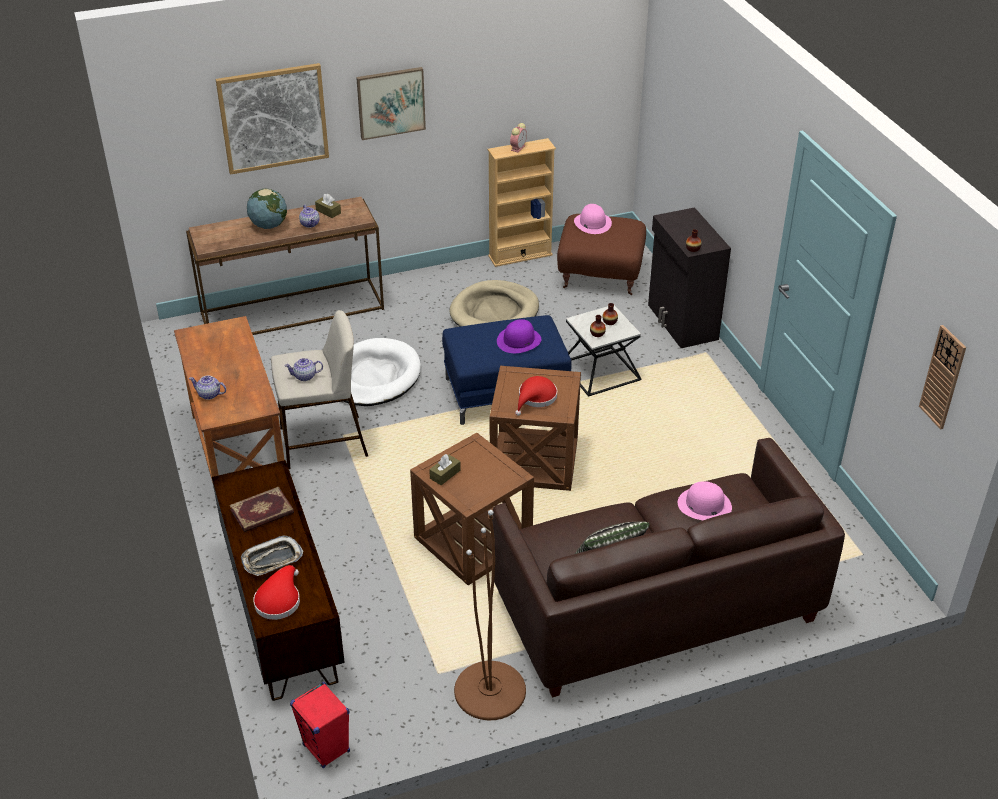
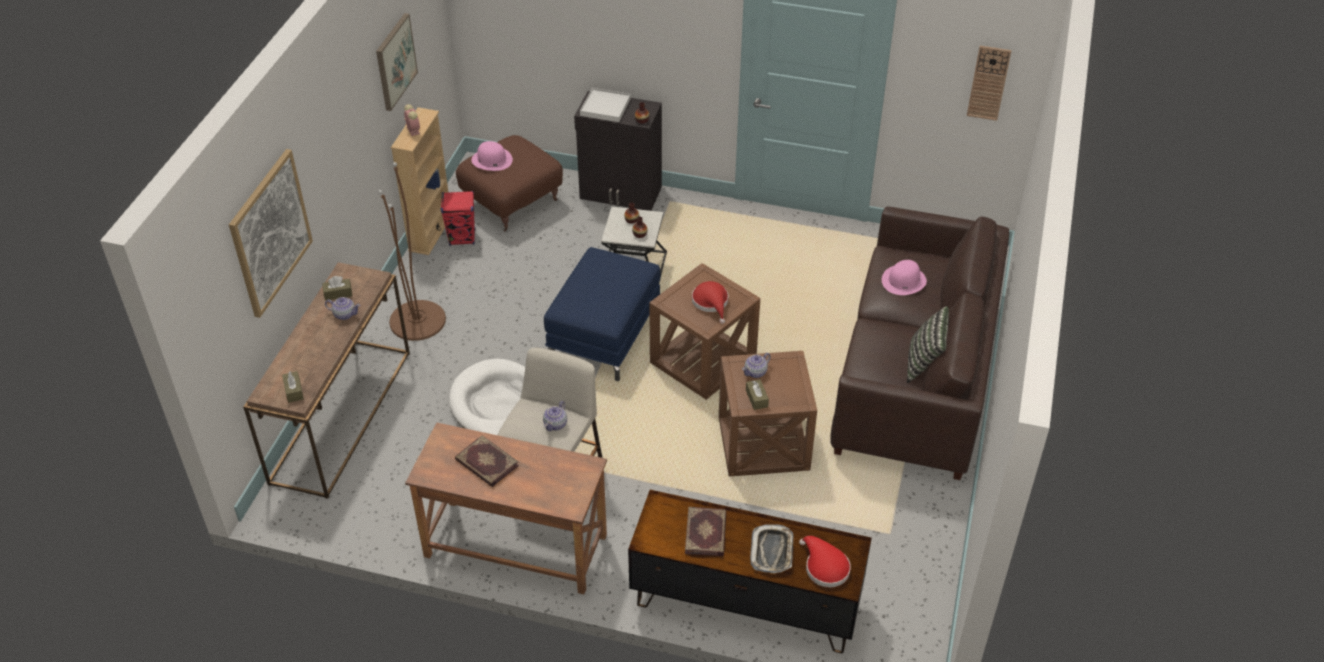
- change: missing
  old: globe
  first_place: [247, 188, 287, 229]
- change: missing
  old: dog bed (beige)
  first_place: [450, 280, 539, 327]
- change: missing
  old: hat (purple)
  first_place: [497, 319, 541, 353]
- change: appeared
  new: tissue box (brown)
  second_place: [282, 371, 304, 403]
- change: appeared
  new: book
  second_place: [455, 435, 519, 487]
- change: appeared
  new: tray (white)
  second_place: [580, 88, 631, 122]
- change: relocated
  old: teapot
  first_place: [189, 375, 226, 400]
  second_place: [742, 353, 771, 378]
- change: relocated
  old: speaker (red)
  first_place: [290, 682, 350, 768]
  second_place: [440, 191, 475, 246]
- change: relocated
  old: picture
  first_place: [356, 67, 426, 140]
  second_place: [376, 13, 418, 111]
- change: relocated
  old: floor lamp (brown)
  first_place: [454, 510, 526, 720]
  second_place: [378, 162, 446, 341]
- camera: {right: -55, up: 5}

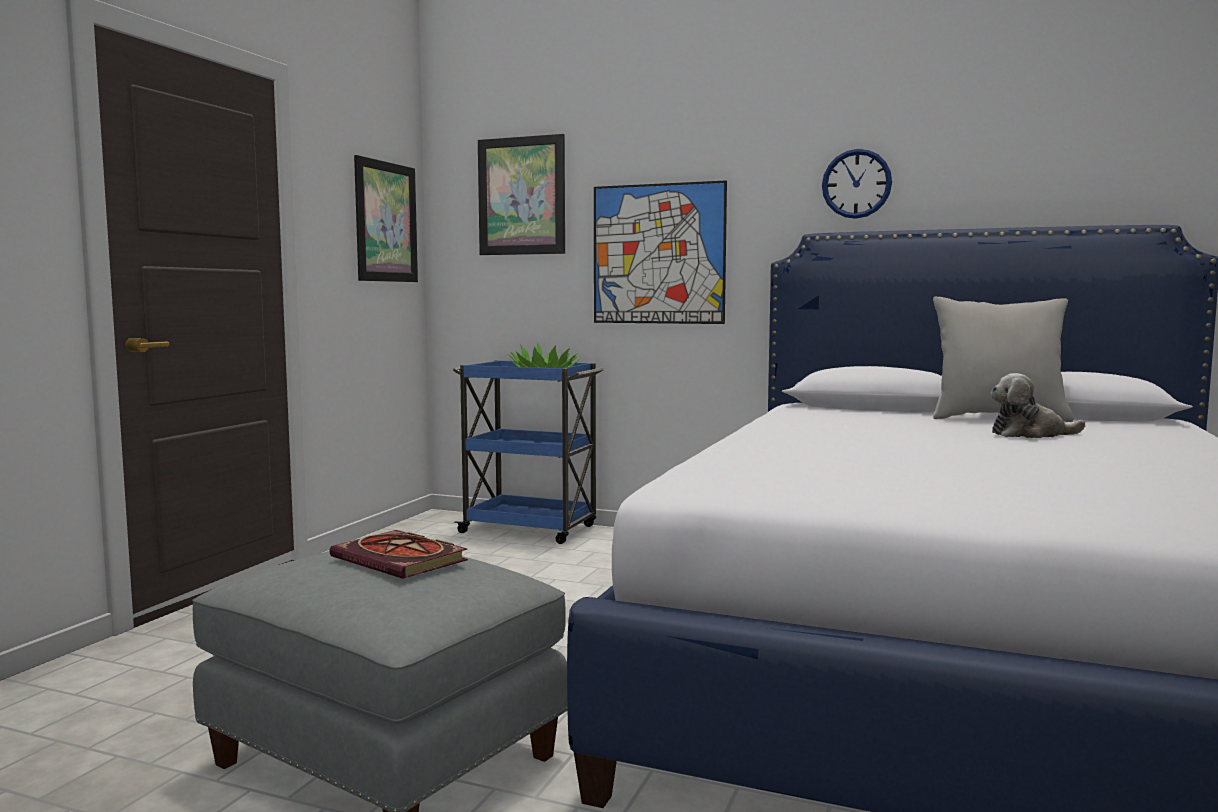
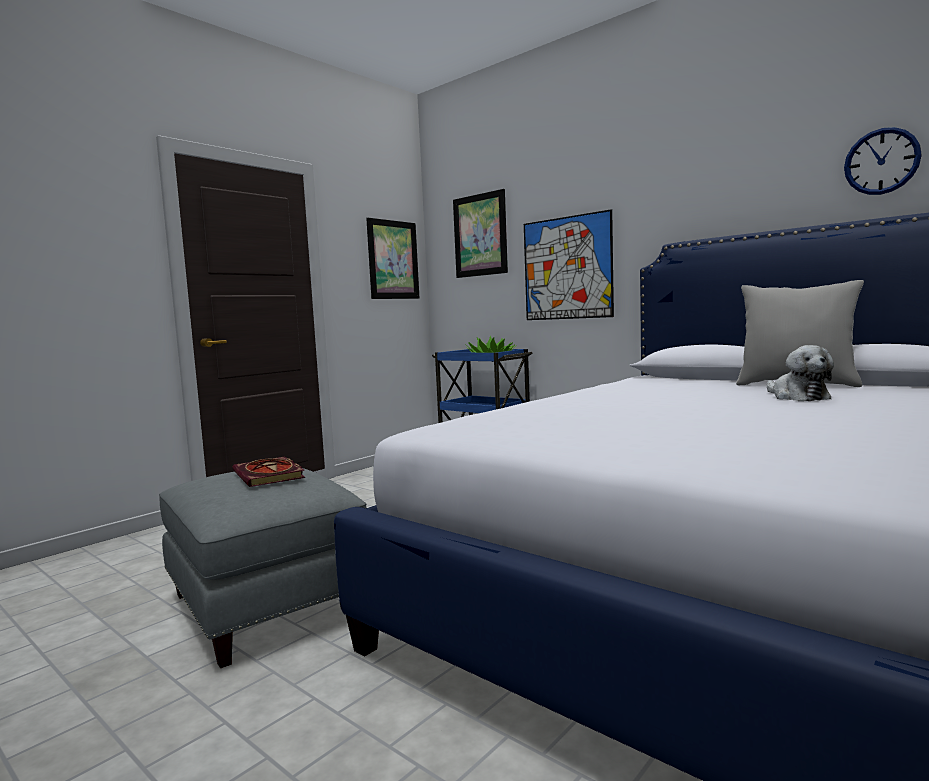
- change: relocated
  old: wall clock
  first_place: [822, 149, 892, 219]
  second_place: [844, 127, 922, 195]
- change: spun
  old: plush toy
  first_place: [990, 373, 1085, 438]
  second_place: [767, 345, 834, 401]
  degrees: -120
- camera: {right: 20, up: 0}

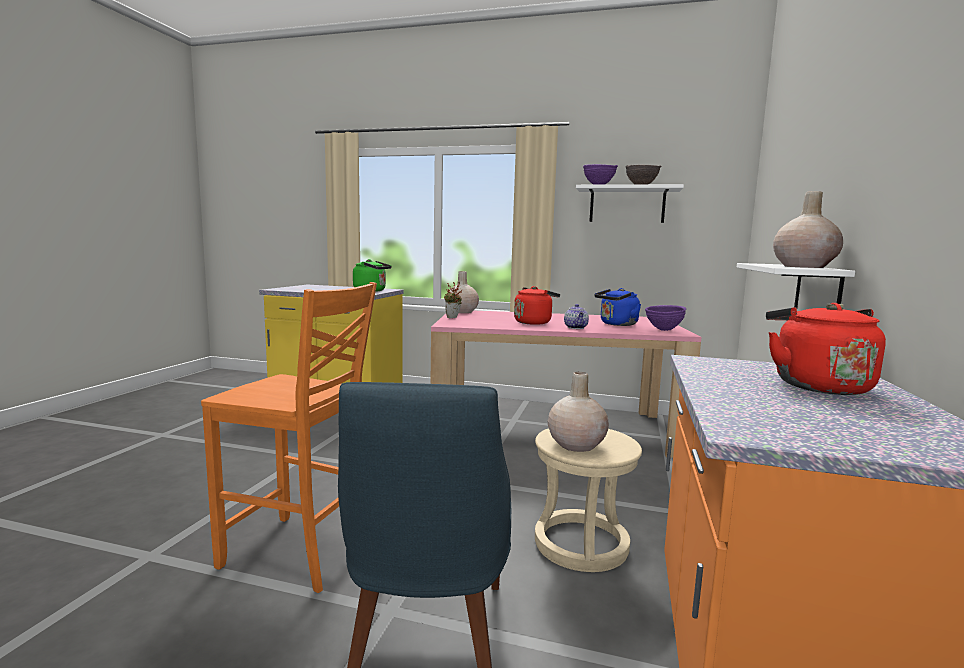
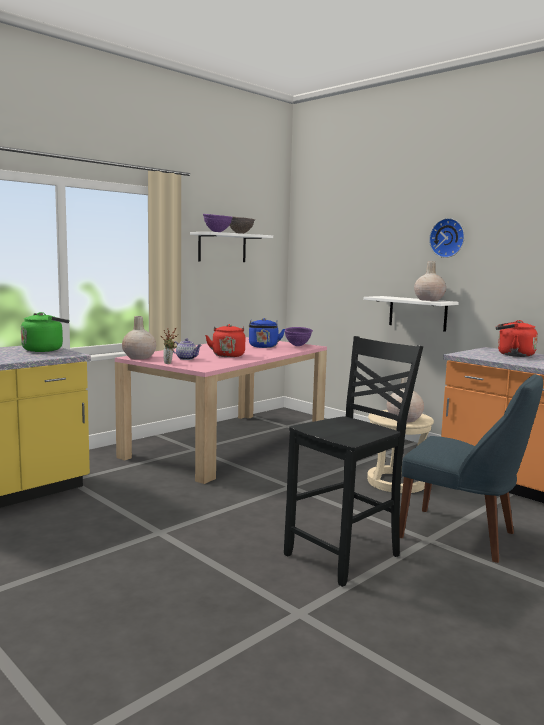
- change: appeared
  new: wall clock
  second_place: [429, 218, 465, 258]
- change: relocated
  old: teapot
  first_place: [564, 304, 589, 329]
  second_place: [173, 338, 202, 360]
- change: colour
  old: chair (orange)
  new: chair (black)
  first_place: [201, 282, 377, 593]
  second_place: [284, 336, 423, 587]
- camera: {right: -60, up: 0}

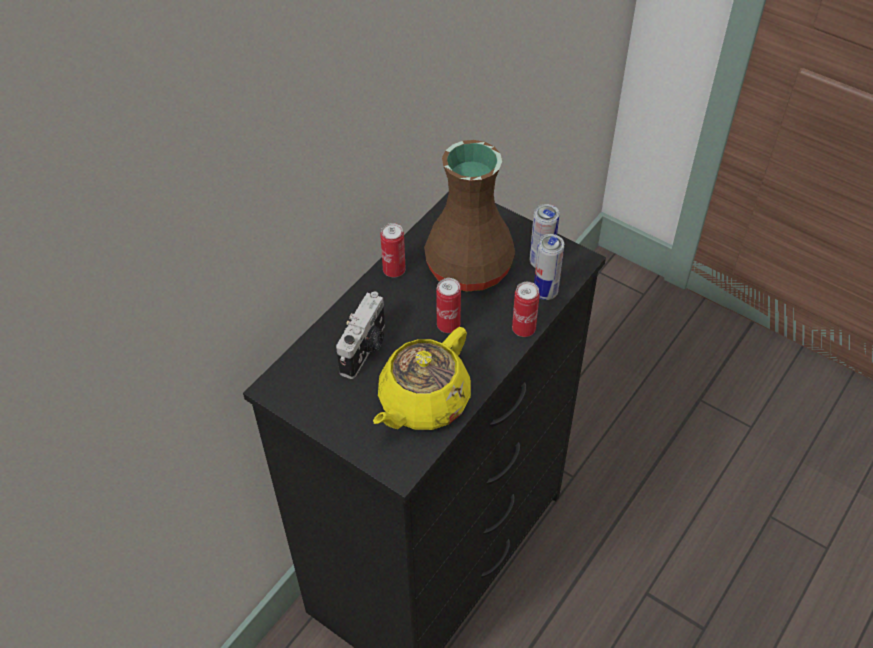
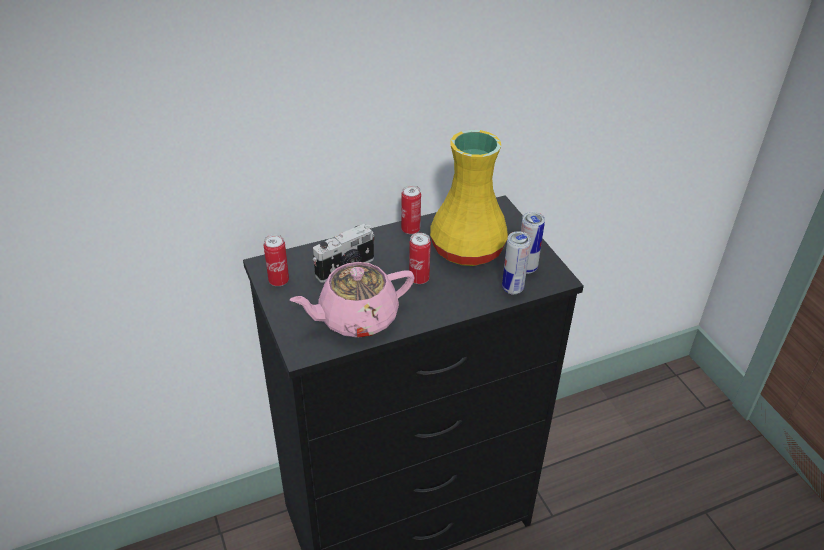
- change: relocated
  old: can
  first_place: [512, 282, 540, 337]
  second_place: [264, 235, 289, 286]
- change: colour
  old: teapot (yellow)
  new: teapot (pink)
  first_place: [373, 327, 471, 430]
  second_place: [290, 262, 415, 338]
- change: colour
  old: vase (brown)
  new: vase (yellow)
  first_place: [424, 140, 515, 292]
  second_place: [430, 130, 508, 266]
- camera: {right: 30, up: -10}

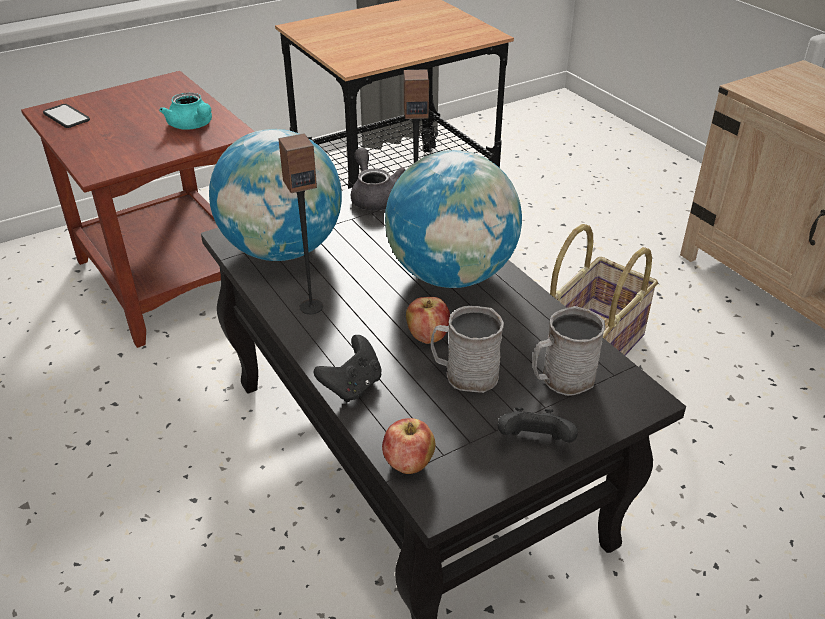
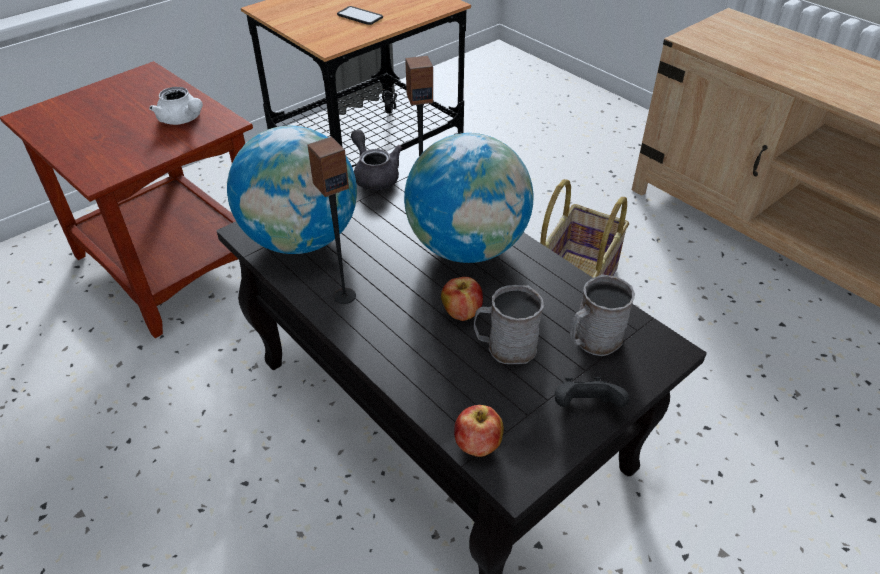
- change: missing
  old: game controller (black)
  first_place: [313, 335, 382, 402]
- change: relocated
  old: phone
  first_place: [43, 104, 90, 128]
  second_place: [337, 6, 383, 25]
- change: colour
  old: teapot (turquoise)
  new: teapot (white)
  first_place: [159, 92, 212, 130]
  second_place: [149, 87, 203, 125]
- camera: {right: -10, up: 5}

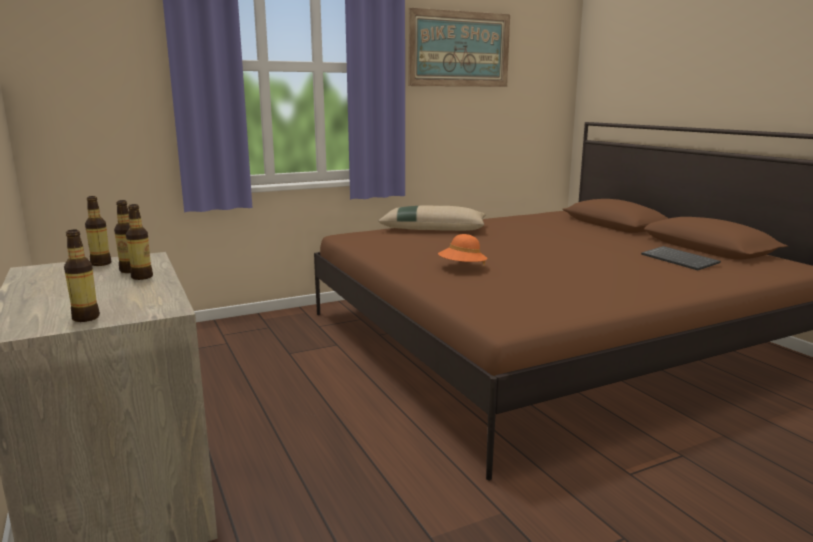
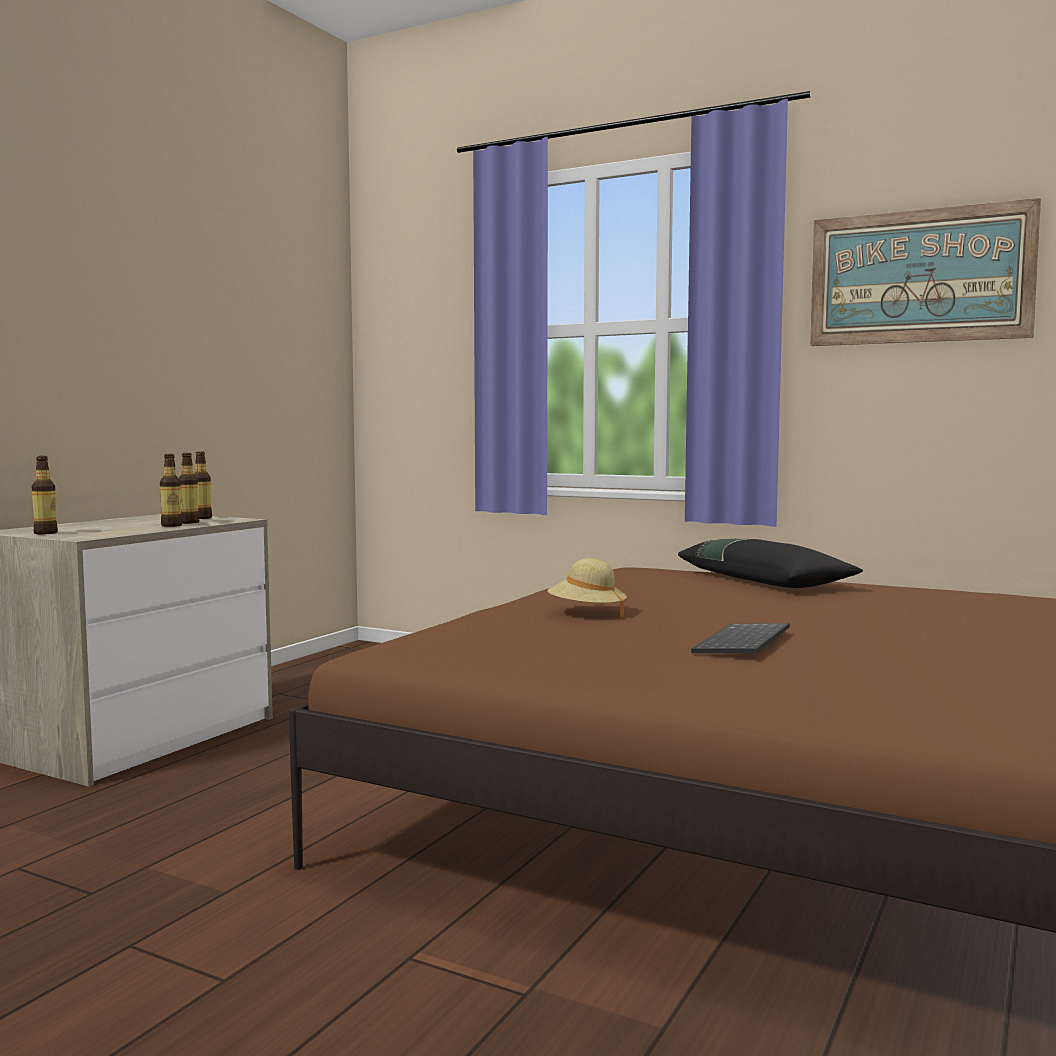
- change: relocated
  old: keyboard
  first_place: [641, 246, 721, 270]
  second_place: [691, 623, 790, 653]
- change: colour
  old: pillow (beige)
  new: pillow (black)
  first_place: [379, 205, 486, 231]
  second_place: [678, 539, 863, 588]
- change: colour
  old: hat (orange)
  new: hat (beige)
  first_place: [438, 234, 488, 266]
  second_place: [548, 558, 627, 618]
- camera: {right: 55, up: -10}

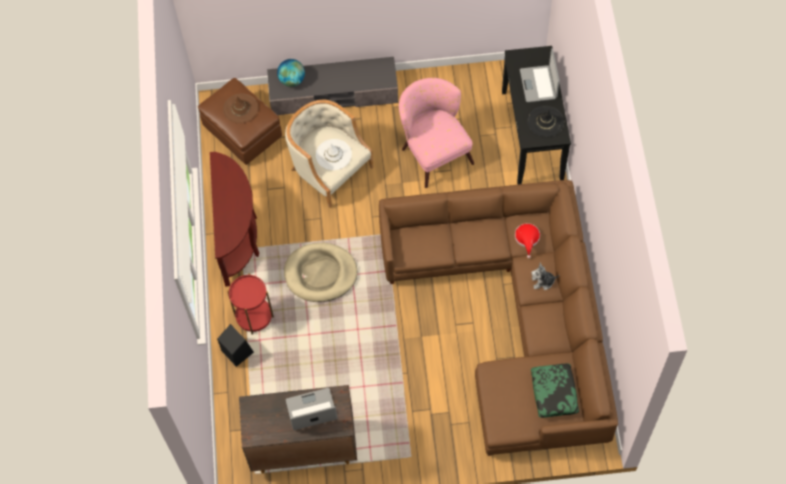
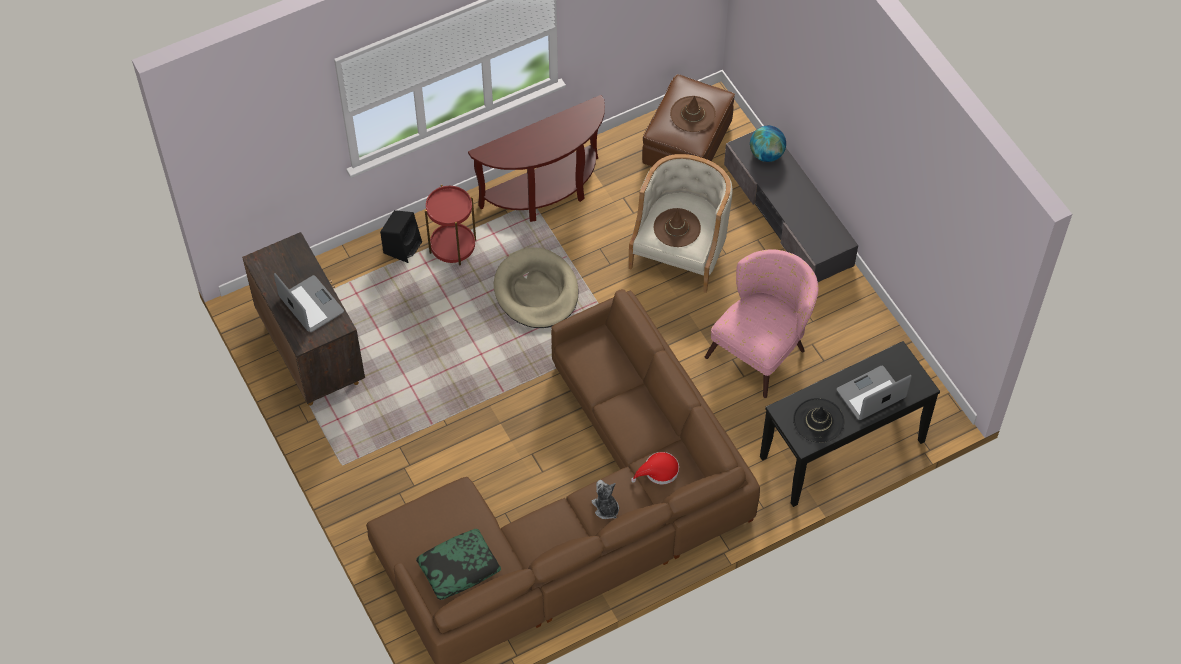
- change: colour
  old: hat (white)
  new: hat (brown)
  first_place: [316, 139, 352, 170]
  second_place: [654, 208, 701, 247]
- camera: {right: 65, up: -5}

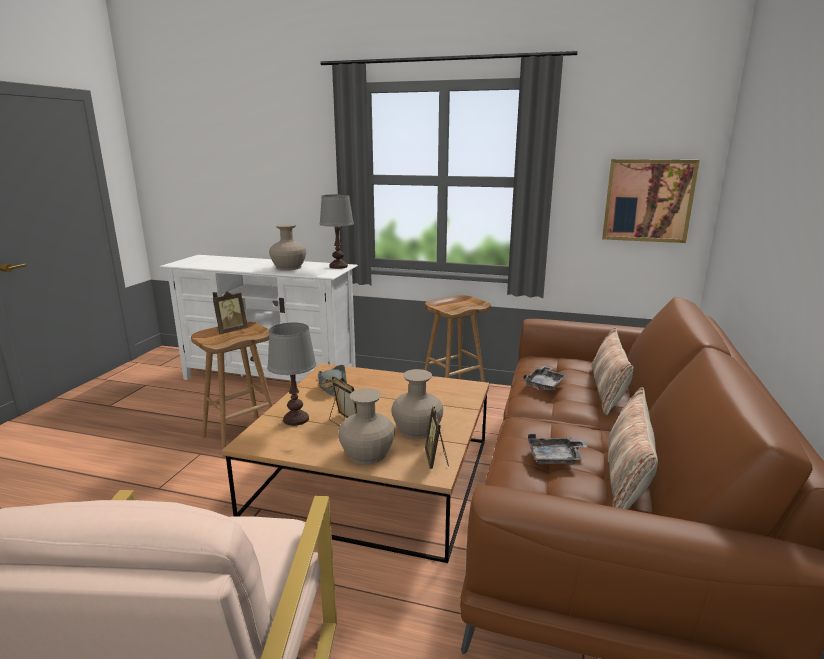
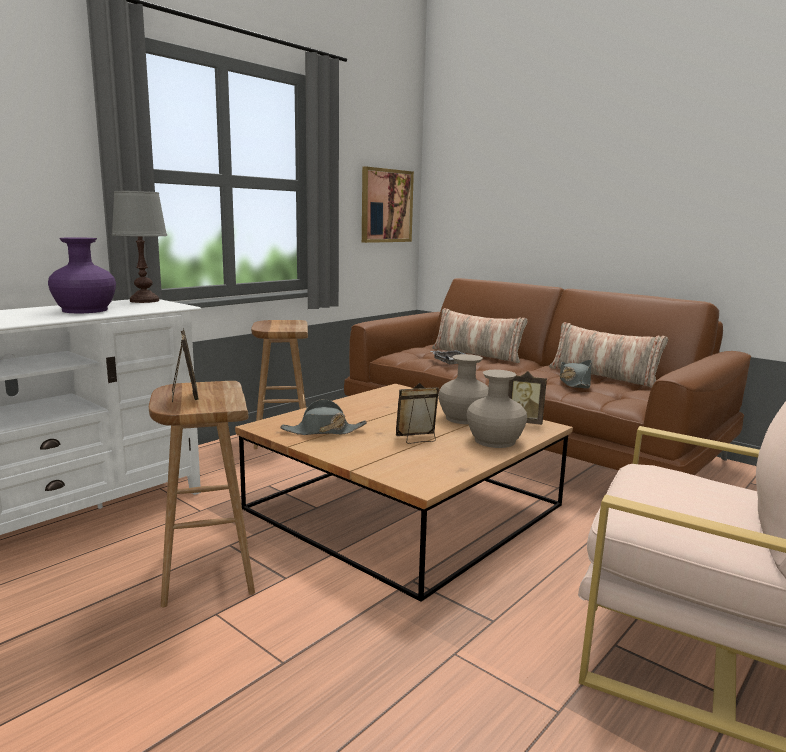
- change: missing
  old: table lamp (grey)
  first_place: [267, 323, 316, 426]
- change: exchanged
  old: tray (grey)
  new: hat (grey)
  first_place: [528, 434, 587, 464]
  second_place: [560, 360, 592, 388]
- change: colour
  old: vase (beige)
  new: vase (purple)
  first_place: [269, 224, 306, 270]
  second_place: [48, 237, 116, 313]
- camera: {right: -65, up: -5}

